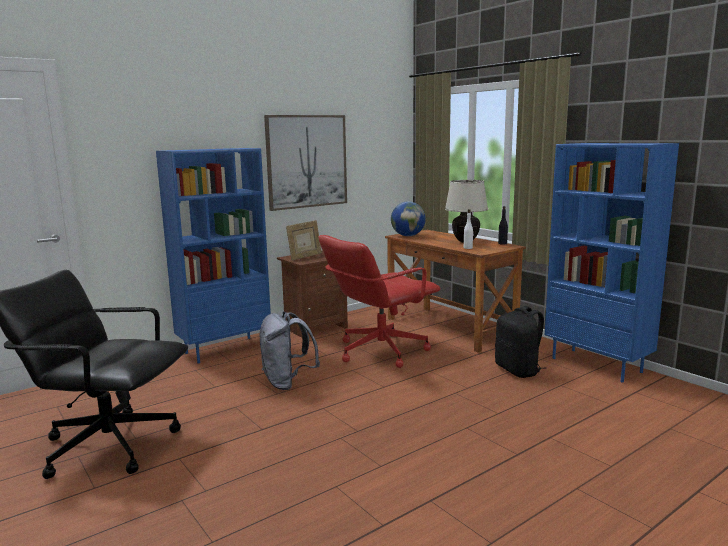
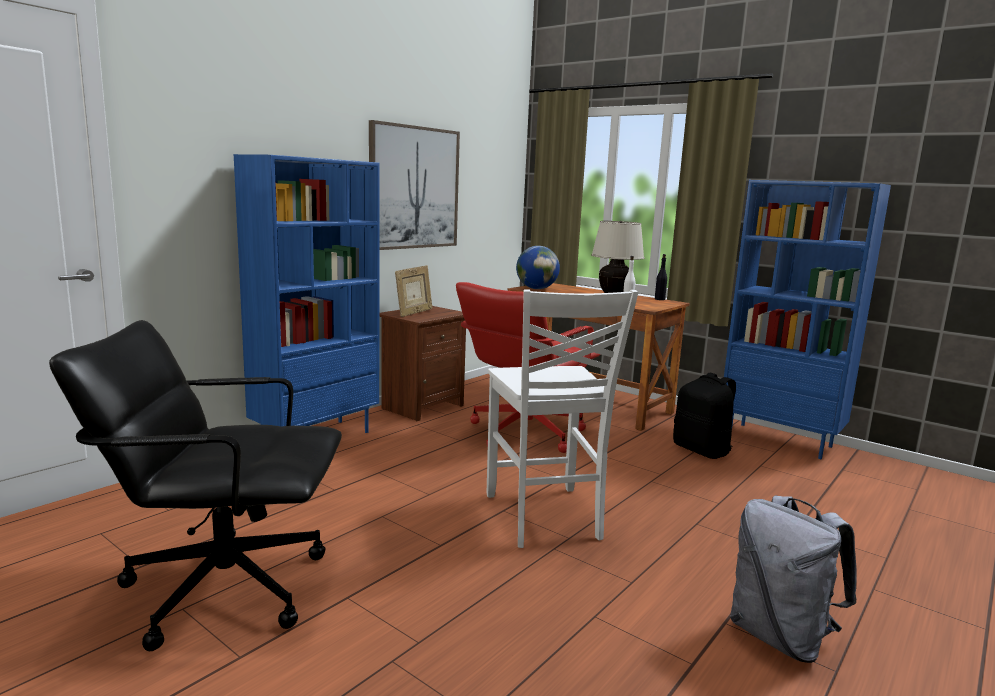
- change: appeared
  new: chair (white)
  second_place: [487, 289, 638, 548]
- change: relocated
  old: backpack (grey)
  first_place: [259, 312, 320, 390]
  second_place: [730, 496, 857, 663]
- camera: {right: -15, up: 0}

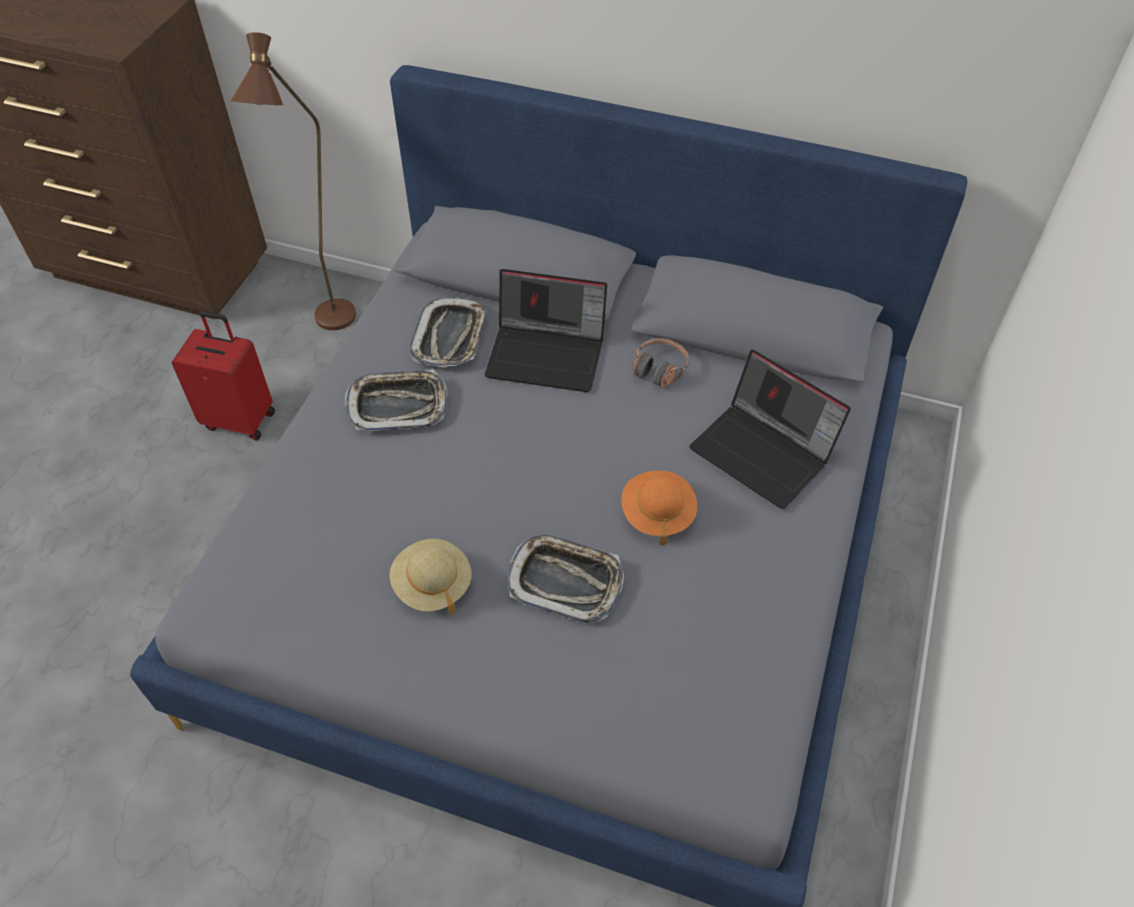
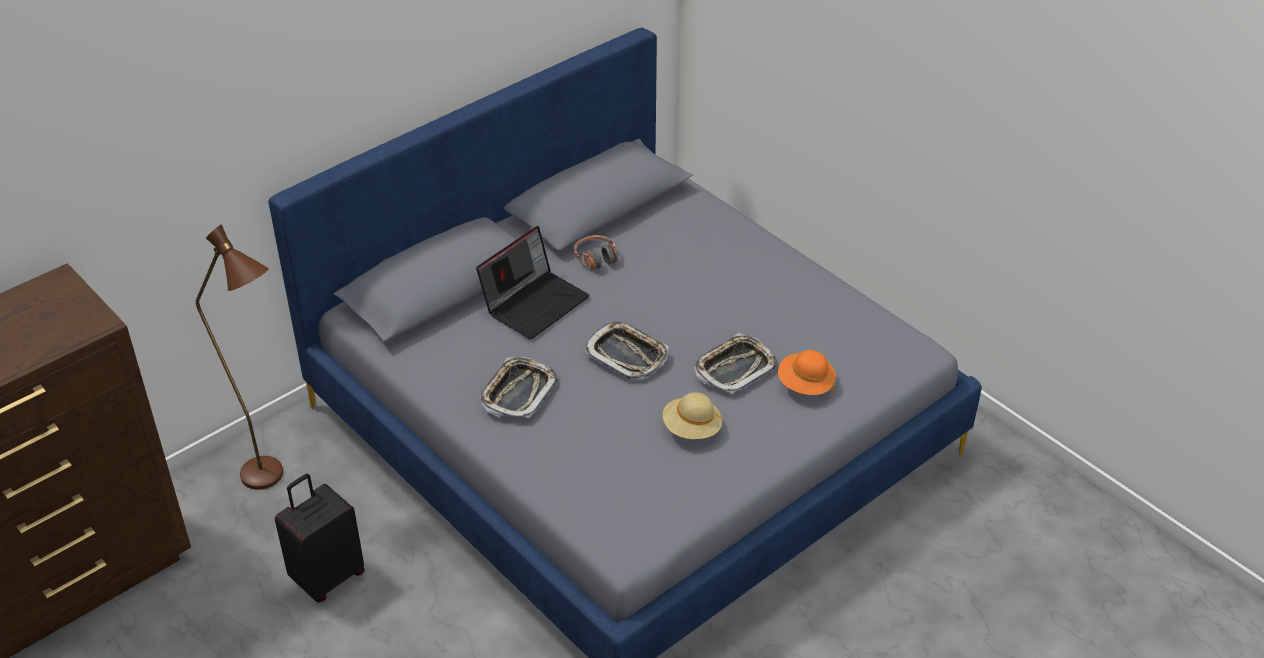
- change: missing
  old: laptop
  first_place: [689, 350, 851, 509]
- change: relocated
  old: tray
  first_place: [410, 297, 487, 367]
  second_place: [584, 322, 669, 380]
- change: relocated
  old: hat (orange)
  first_place: [621, 471, 697, 546]
  second_place: [778, 350, 836, 395]
- change: colour
  old: suitcase (red)
  new: suitcase (black)
  first_place: [172, 311, 275, 441]
  second_place: [275, 474, 365, 602]
- camera: {right: -60, up: -10}

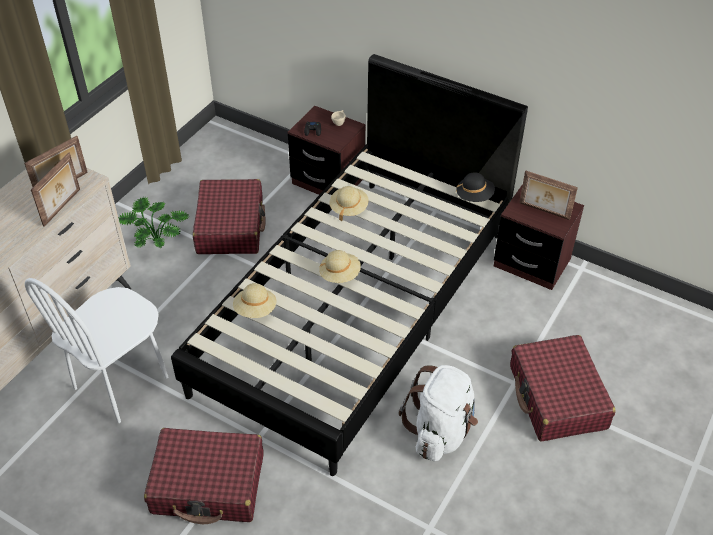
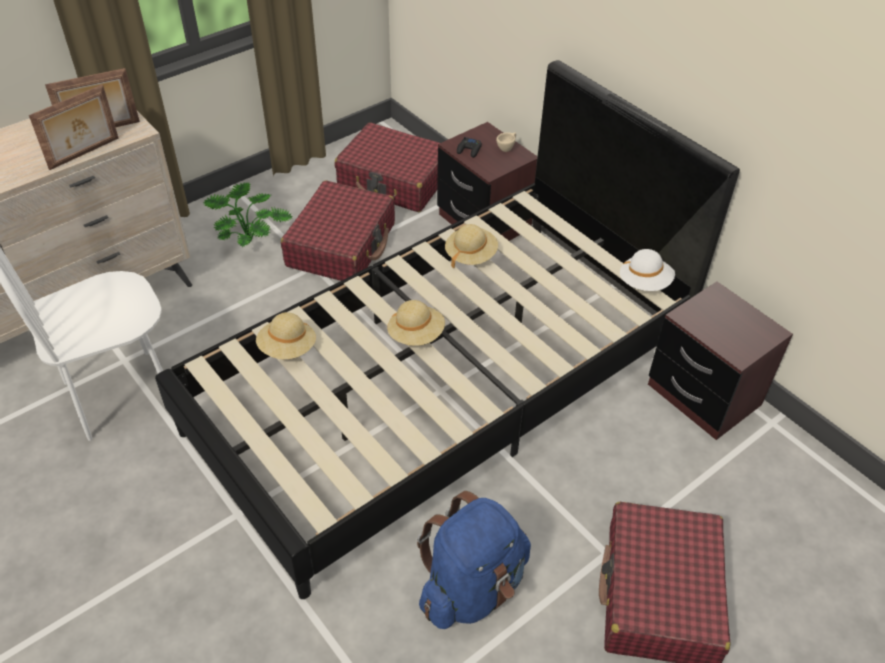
- change: missing
  old: picture frame
  first_place: [519, 170, 578, 220]
- change: relocated
  old: suitcase (red)
  first_place: [144, 428, 264, 524]
  second_place: [334, 123, 440, 212]
- change: colour
  old: backpack (white)
  new: backpack (blue)
  first_place: [399, 365, 478, 461]
  second_place: [417, 491, 531, 629]
- change: colour
  old: hat (black)
  new: hat (white)
  first_place: [456, 172, 495, 202]
  second_place: [620, 249, 675, 291]
- camera: {right: 20, up: 0}

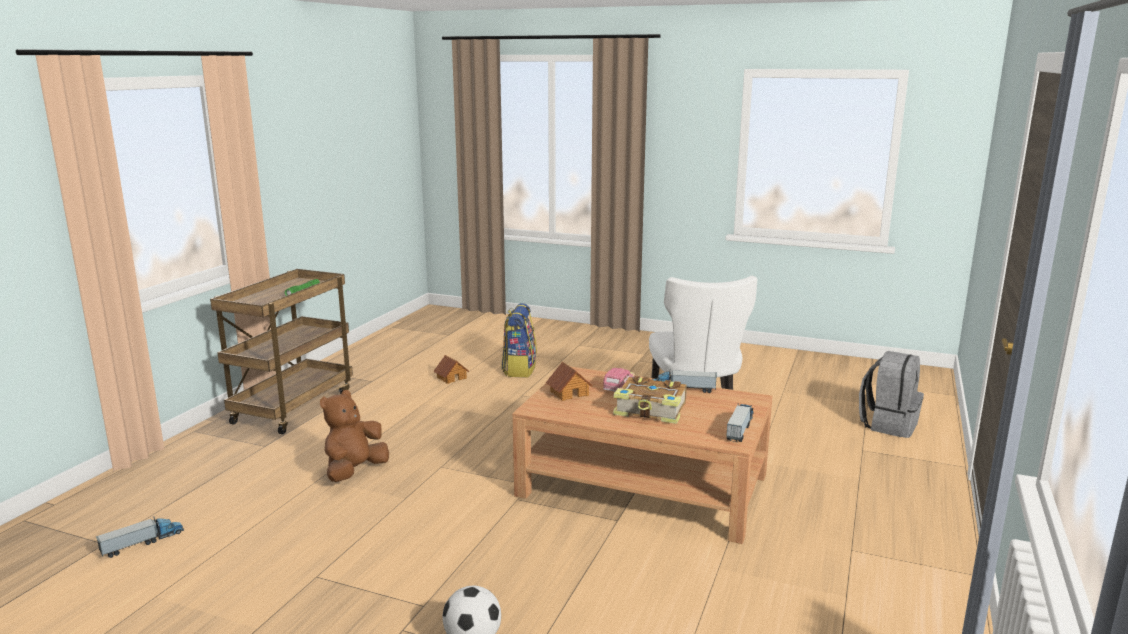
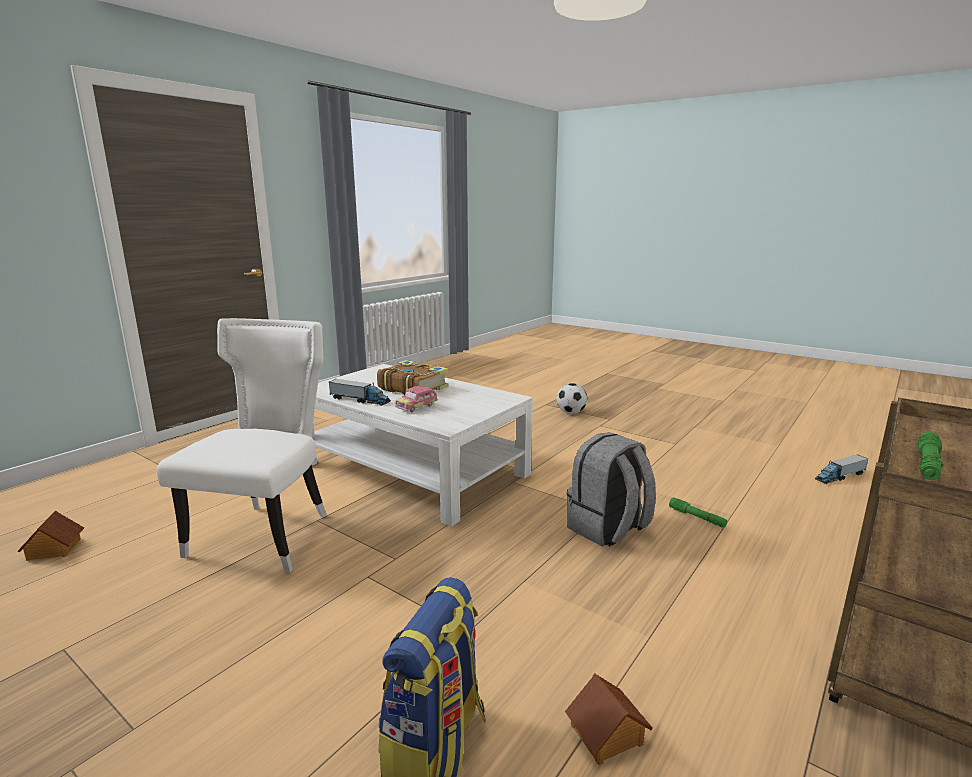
- change: missing
  old: toy truck
  first_place: [726, 403, 754, 442]
- change: relocated
  old: toy house
  first_place: [546, 362, 593, 401]
  second_place: [18, 511, 84, 561]
- change: relocated
  old: backpack (grey)
  first_place: [859, 351, 924, 438]
  second_place: [567, 432, 656, 547]
- change: exchanged
  old: plush toy (brown)
  new: flashlight (green)
  first_place: [320, 390, 389, 482]
  second_place: [669, 498, 727, 528]
- change: colour
  old: coffee table (brown)
  new: coffee table (white)
  first_place: [512, 366, 773, 544]
  second_place: [312, 364, 533, 527]
- camera: {right: -165, up: 0}

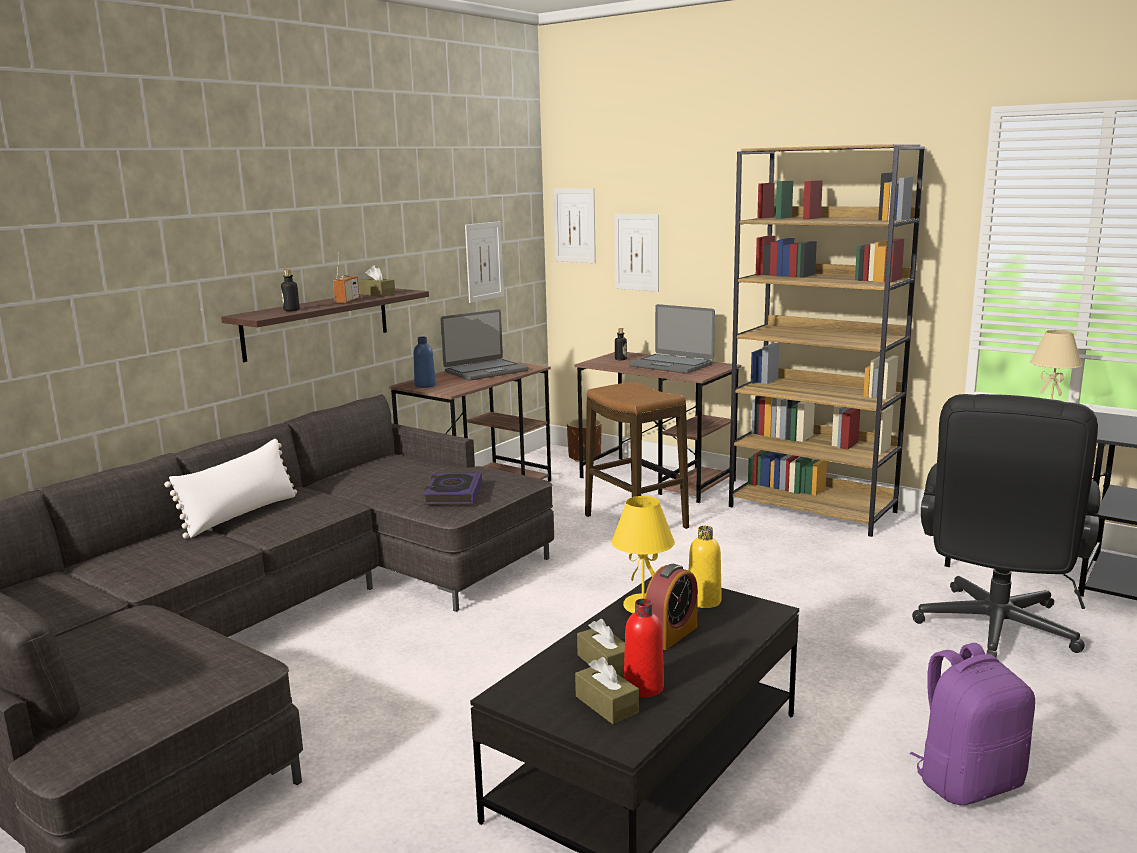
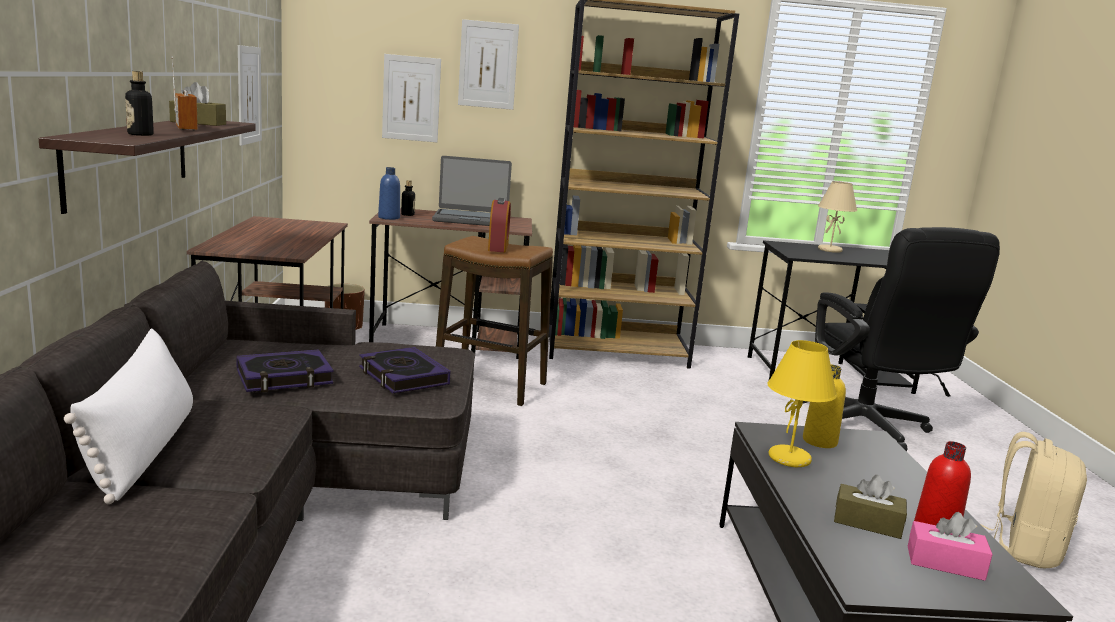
- change: missing
  old: laptop
  first_place: [441, 309, 529, 381]
- change: appeared
  new: book
  second_place: [236, 350, 334, 392]
- change: relocated
  old: bottle (blue)
  first_place: [413, 337, 436, 388]
  second_place: [378, 167, 400, 220]
- change: relocated
  old: picture
  first_place: [553, 188, 596, 263]
  second_place: [458, 19, 519, 110]
- change: relocated
  old: alarm clock
  first_place: [645, 564, 698, 650]
  second_place: [488, 198, 511, 252]
- change: colour
  old: tissue box (brown)
  new: tissue box (pink)
  first_place: [575, 657, 639, 724]
  second_place: [908, 512, 993, 581]
- change: colour
  old: backpack (purple)
  new: backpack (beige)
  first_place: [910, 643, 1035, 805]
  second_place: [979, 432, 1087, 568]
- camera: {right: -40, up: 0}

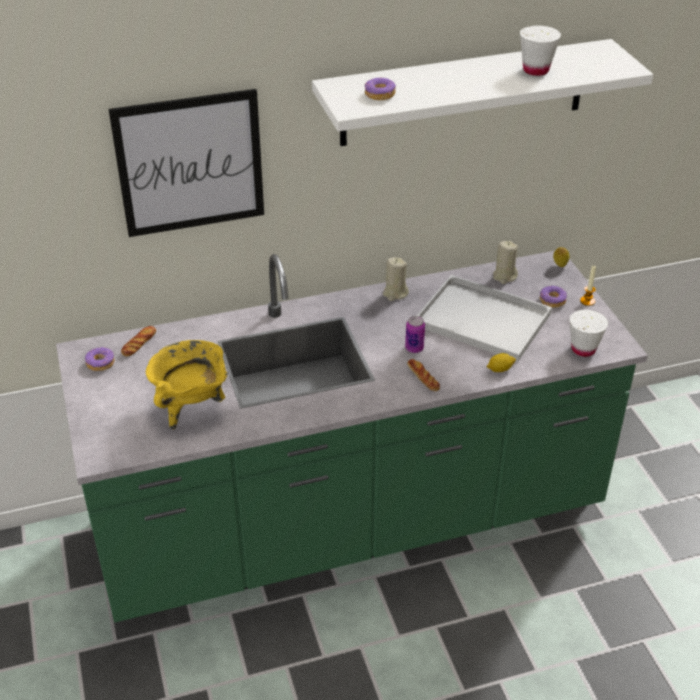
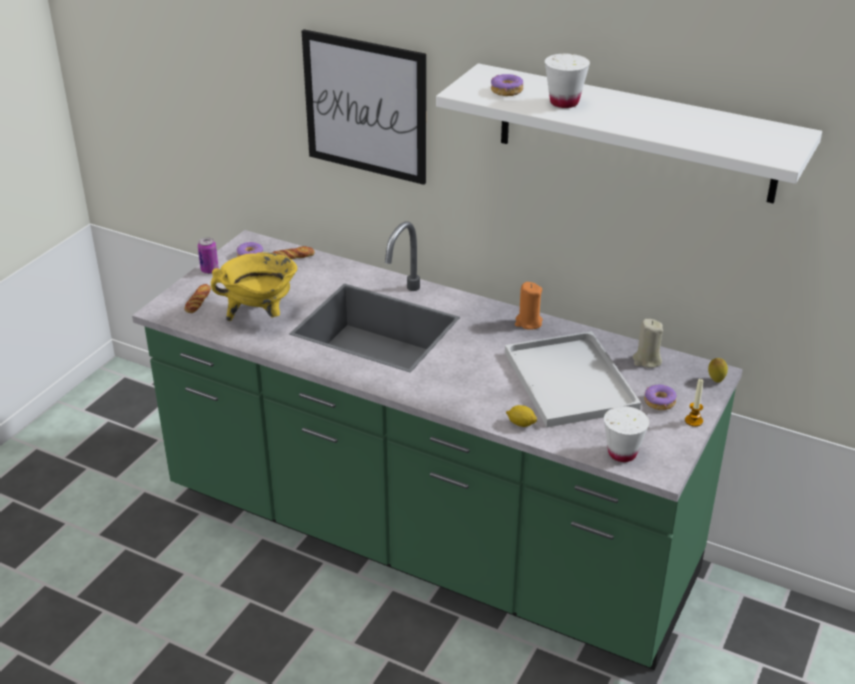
- change: relocated
  old: can
  first_place: [405, 316, 425, 353]
  second_place: [198, 237, 219, 274]
- change: relocated
  old: bread
  first_place: [407, 359, 440, 391]
  second_place: [184, 284, 211, 313]
- change: relocated
  old: cup (white)
  first_place: [520, 25, 561, 76]
  second_place: [545, 54, 590, 108]
- change: colour
  old: candle (beige)
  new: candle (orange)
  first_place: [383, 257, 409, 301]
  second_place: [515, 282, 543, 330]
- camera: {right: 45, up: -5}

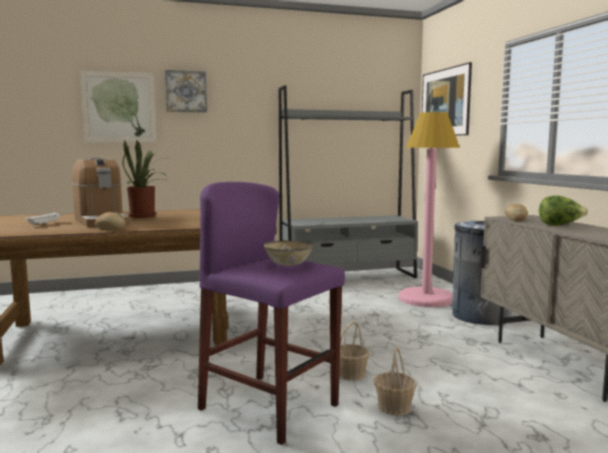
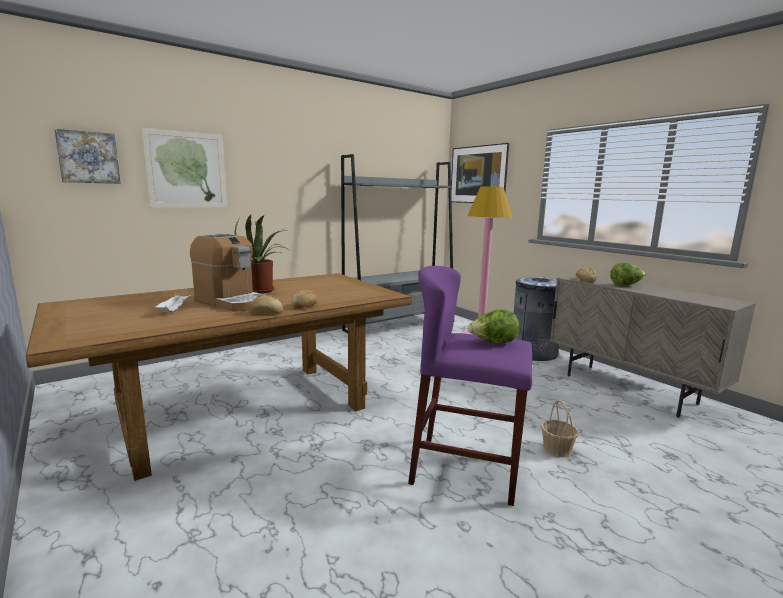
- change: missing
  old: basket
  first_place: [339, 321, 370, 381]
- change: appeared
  new: bread
  second_place: [291, 290, 318, 309]
- change: relocated
  old: picture
  first_place: [165, 70, 207, 113]
  second_place: [54, 129, 121, 184]
- change: exchanged
  old: bowl
  new: lettuce
  first_place: [264, 241, 314, 266]
  second_place: [467, 310, 519, 344]
- camera: {right: -20, up: 5}

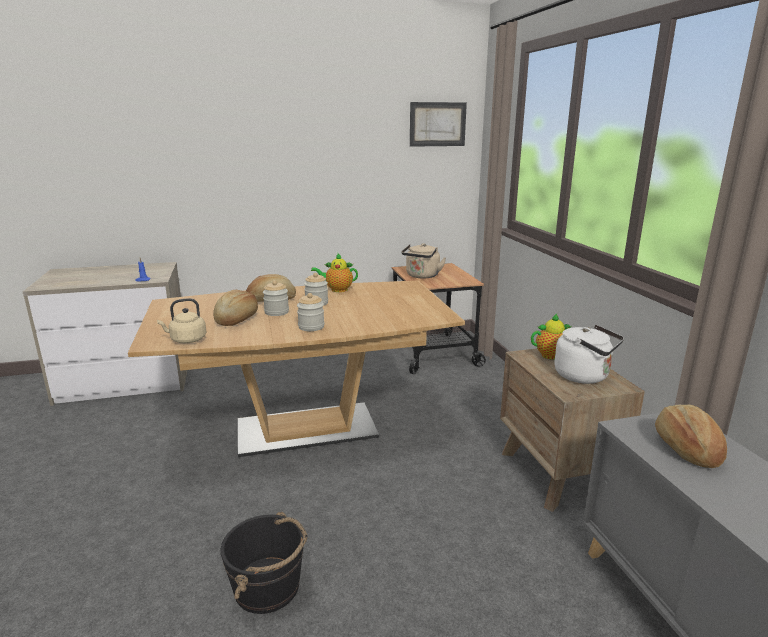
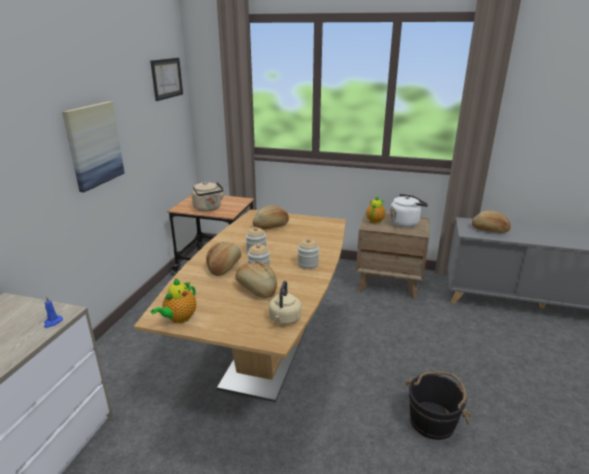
- change: appeared
  new: picture
  second_place: [62, 101, 125, 192]
- change: appeared
  new: bread
  second_place: [253, 205, 289, 230]
- change: relocated
  old: teapot
  first_place: [311, 253, 358, 292]
  second_place: [151, 278, 196, 323]
- camera: {right: -60, up: 5}

